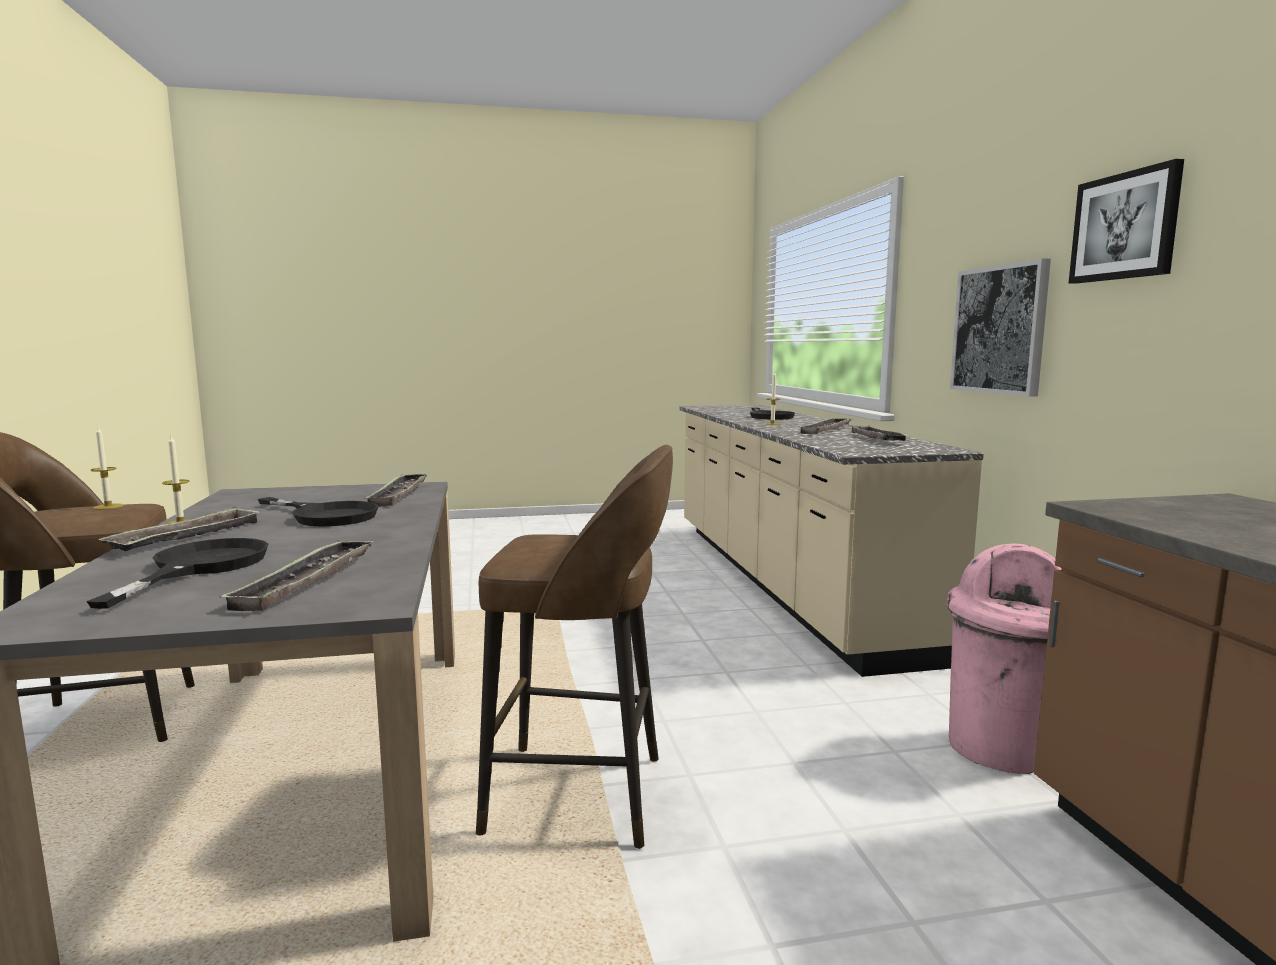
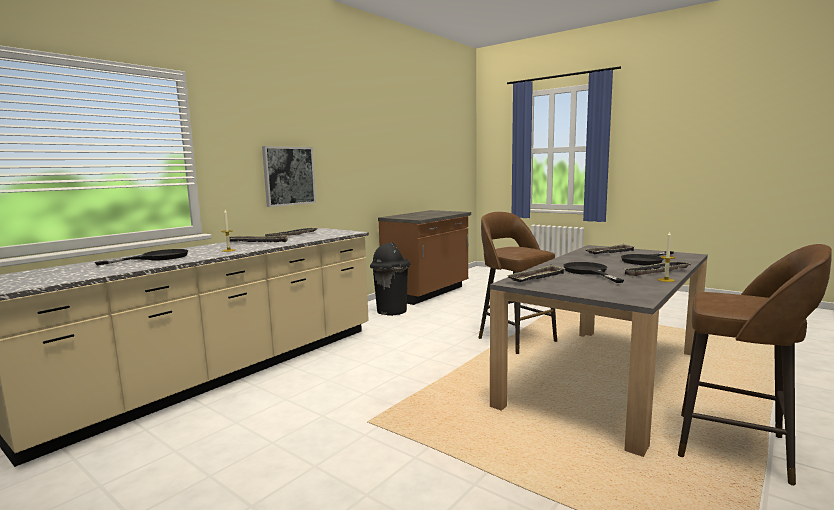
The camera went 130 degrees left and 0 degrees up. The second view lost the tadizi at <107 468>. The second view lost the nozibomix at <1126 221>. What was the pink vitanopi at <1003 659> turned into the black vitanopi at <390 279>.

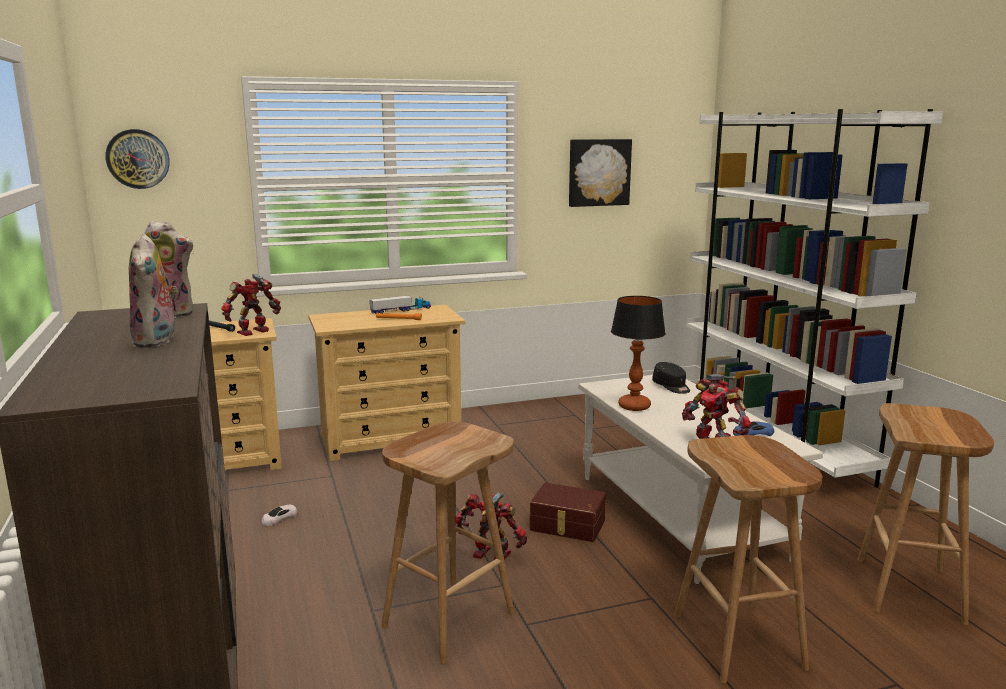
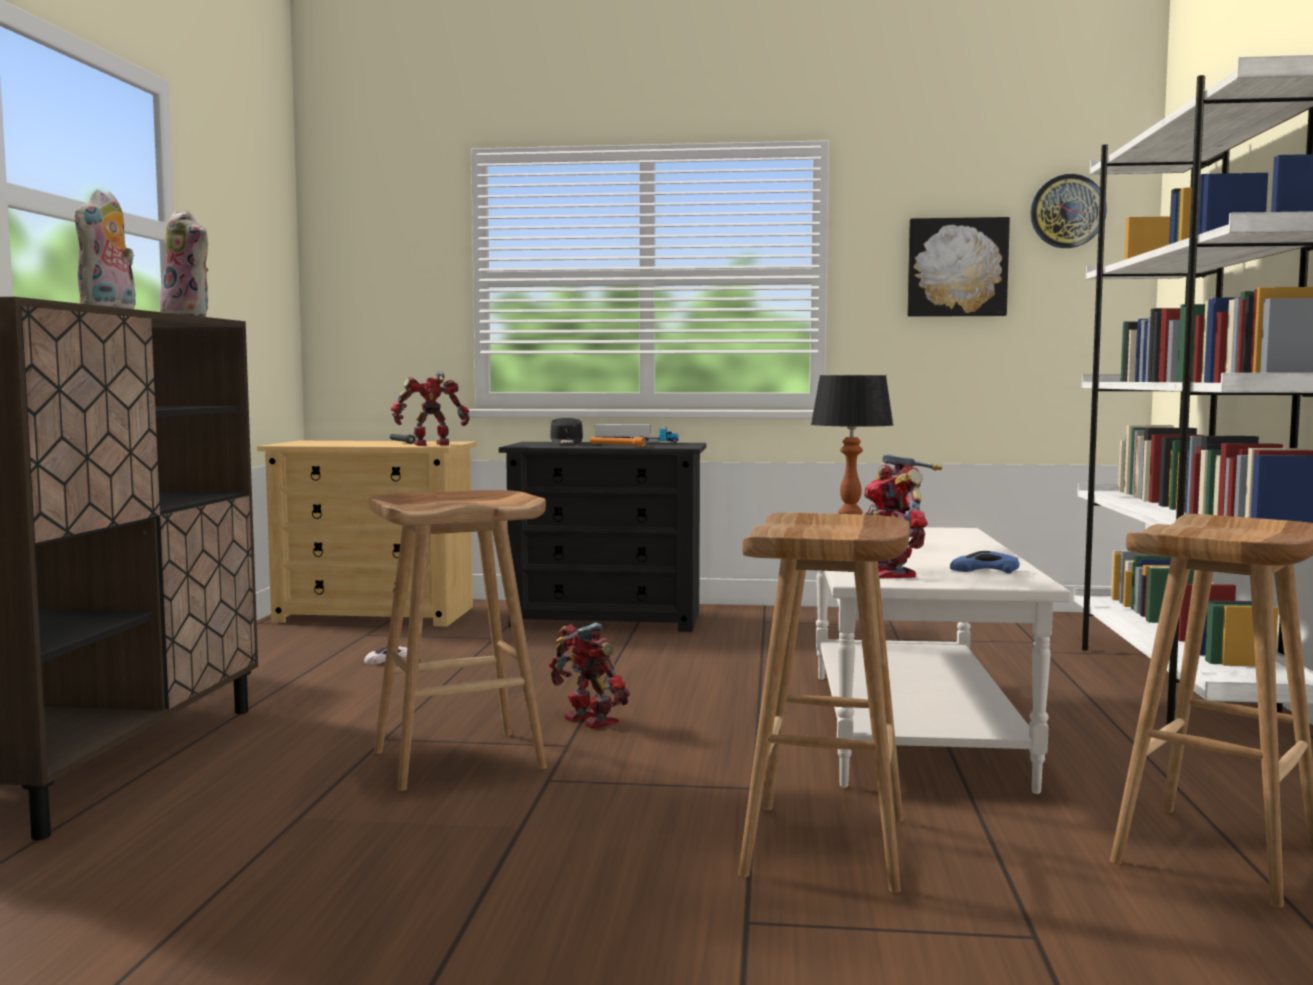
The camera went 25 degrees right and 10 degrees down. The second view lost the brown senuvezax at <568 512>. The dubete ended up elsewhere, having gone from <137 159> to <1068 211>. The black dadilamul ended up elsewhere, having gone from <671 378> to <566 431>. What was the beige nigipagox at <386 383> turned into the black nigipagox at <602 537>.

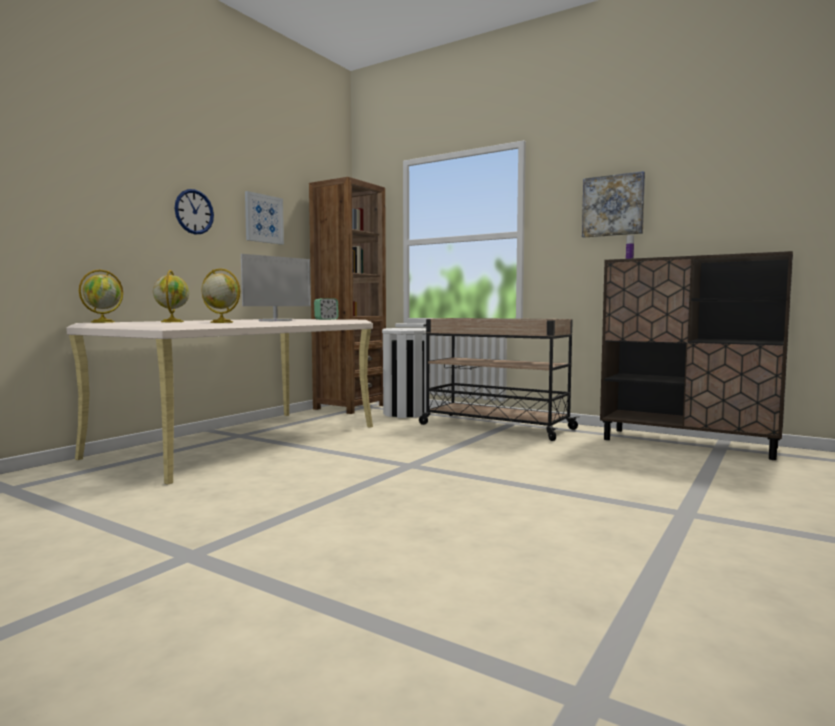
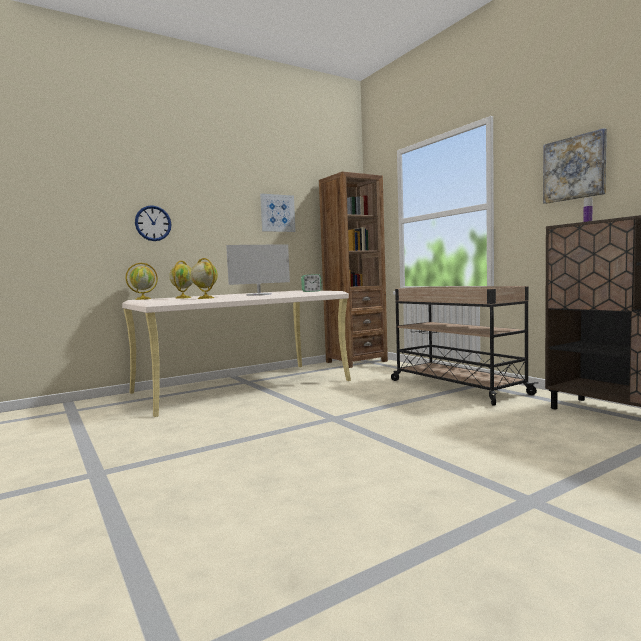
The camera went 25 degrees right and 0 degrees up. The second view lost the white vitanopi at <404 373>. The dubete ended up elsewhere, having gone from <194 211> to <153 223>.

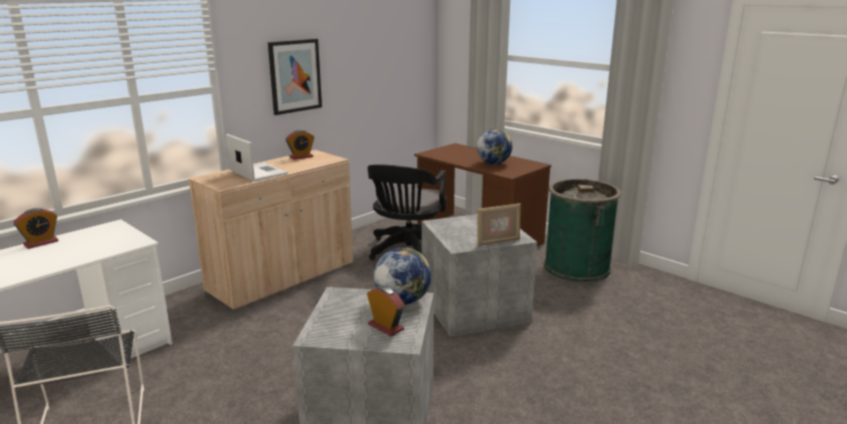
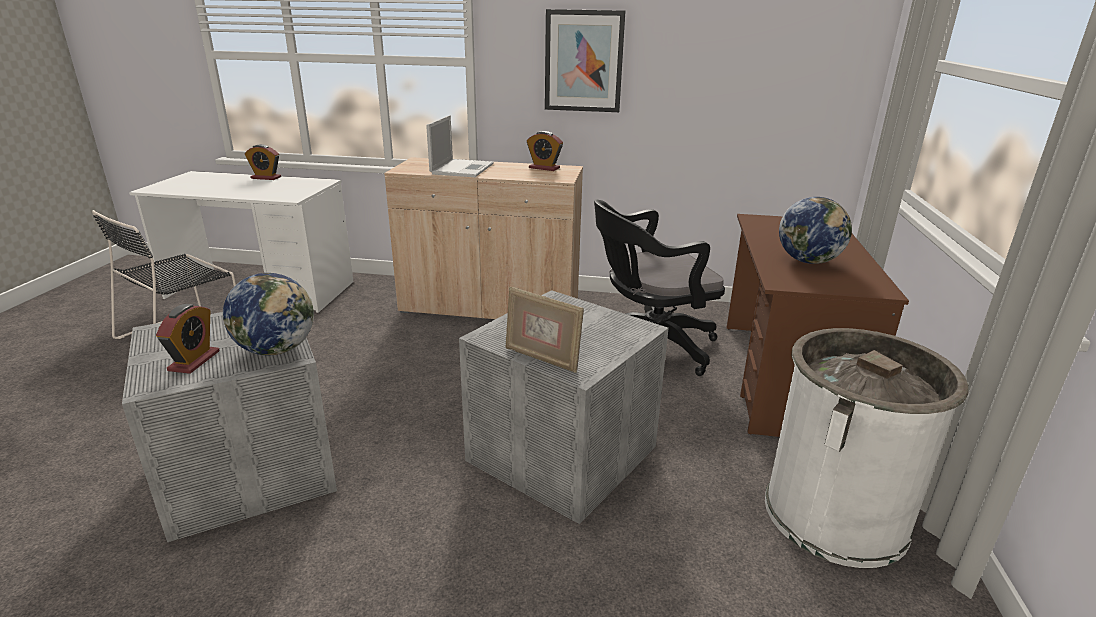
The camera went 55 degrees right and 5 degrees up. What was the green vitanopi at <582 230> turned into the white vitanopi at <867 448>.

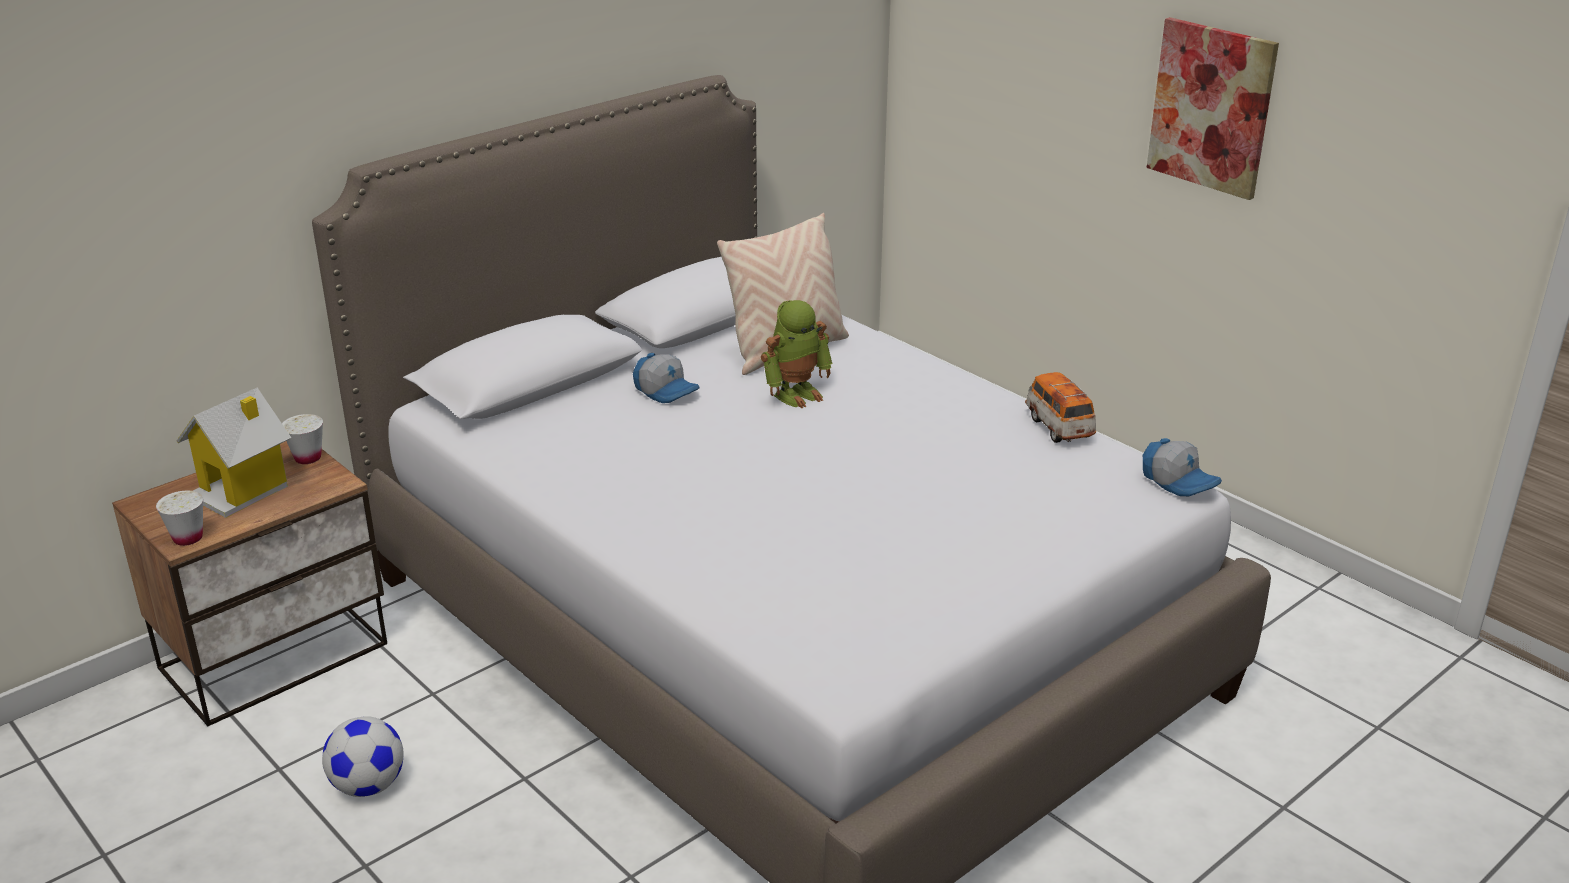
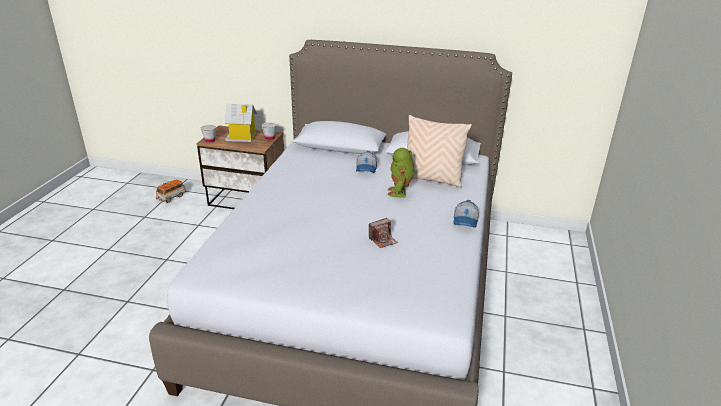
The camera went 55 degrees right and 0 degrees up. The second view lost the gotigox at <362 756>. The second view lost the nozibomix at <1213 108>. The second view gained the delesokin at <383 233>. The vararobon ended up elsewhere, having gone from <1060 407> to <171 191>. The dadilamul ended up elsewhere, having gone from <1182 467> to <466 214>. The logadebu at <796 354> ended up facing another way, 75 degrees clockwise from before.

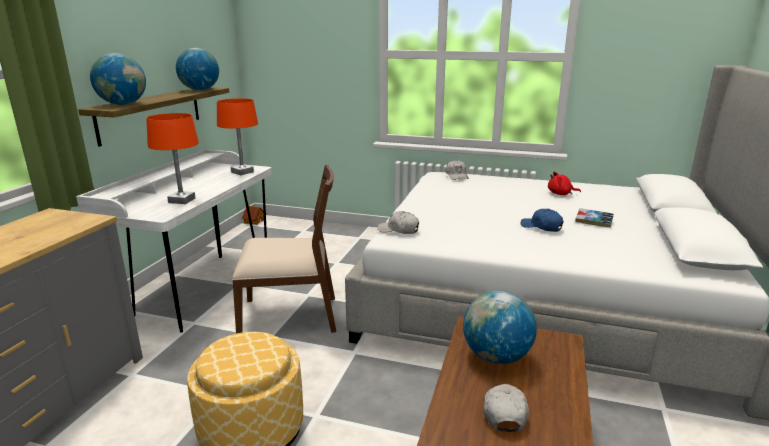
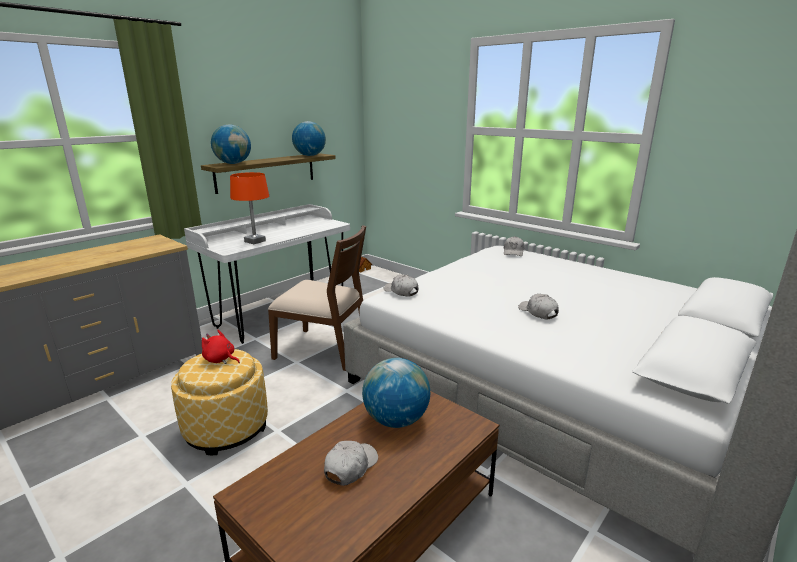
The camera went 25 degrees right and 0 degrees up. The second view lost the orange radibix at <237 136>. The second view lost the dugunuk at <594 218>. The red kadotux ended up elsewhere, having gone from <564 183> to <221 347>. What was the blue dadilamul at <542 220> turned into the white dadilamul at <538 306>.

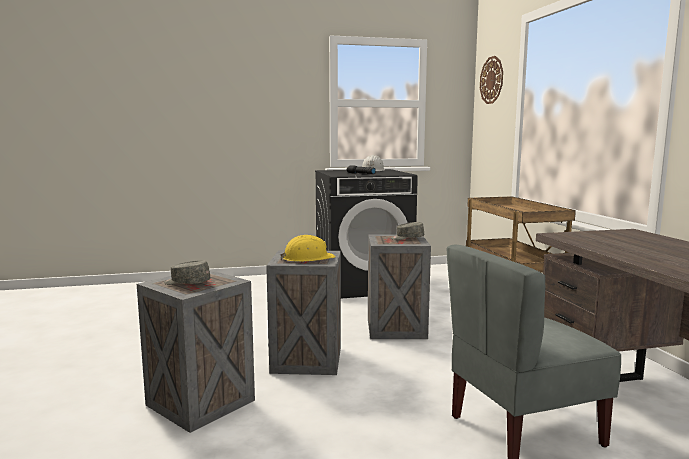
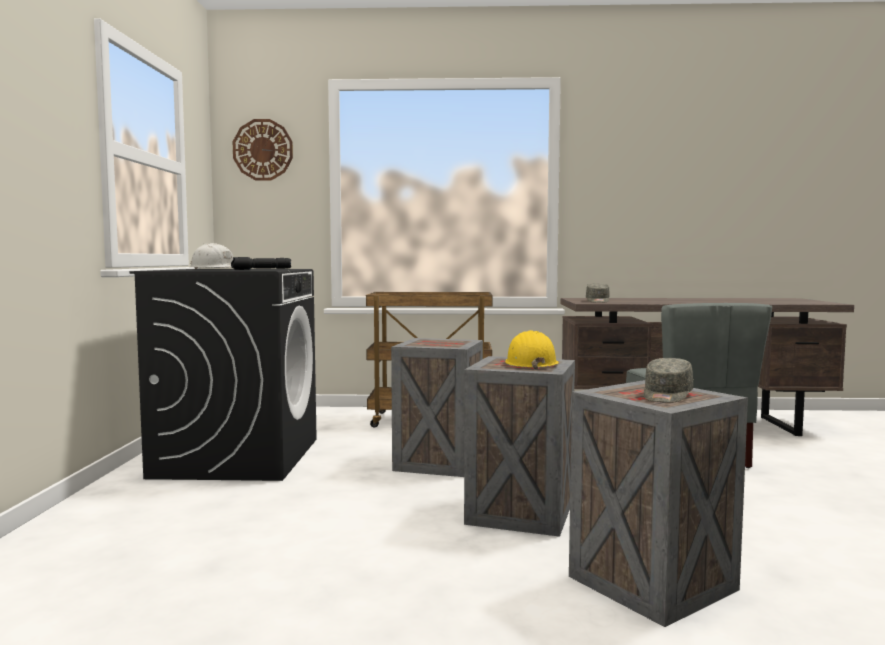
The camera went 75 degrees left and 5 degrees down. The grey dadilamul ended up elsewhere, having gone from <407 231> to <597 292>.

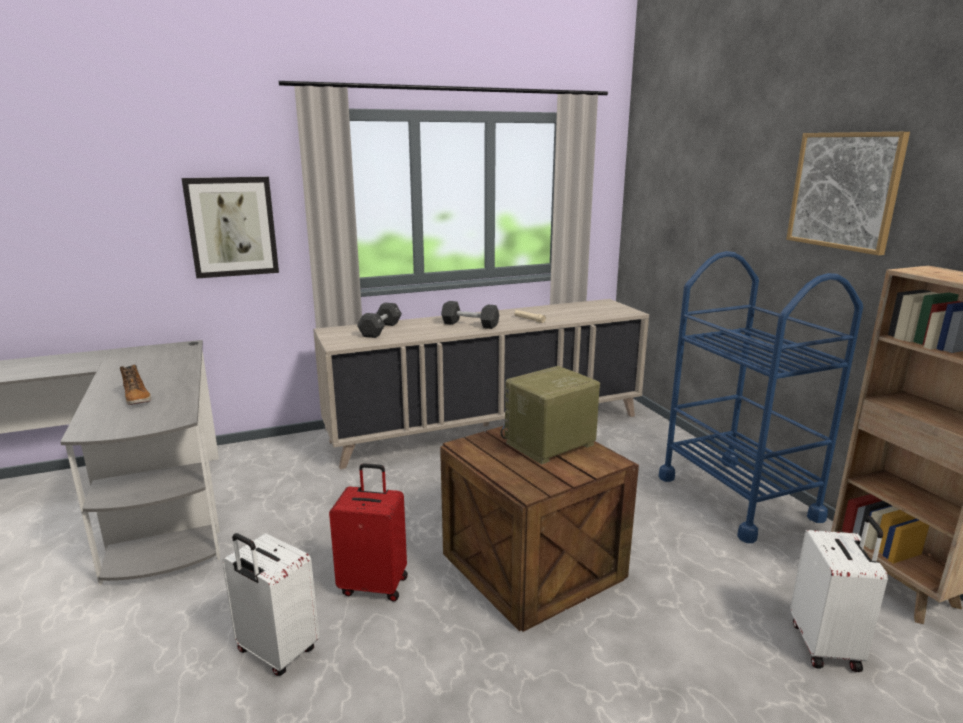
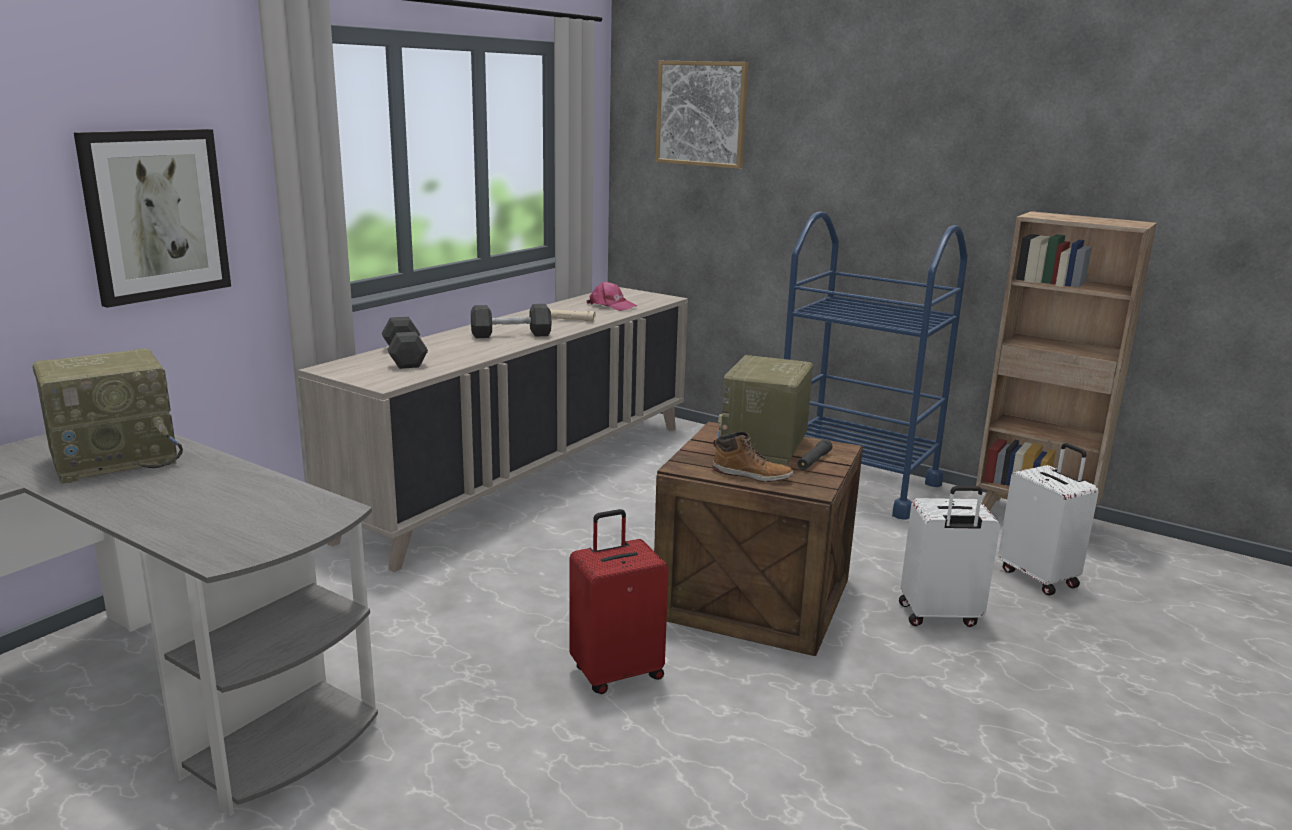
The camera went 35 degrees left and 0 degrees up. The second view gained the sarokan at <107 416>. The second view gained the pink dadilamul at <612 296>. The second view gained the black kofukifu at <814 454>. The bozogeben ended up elsewhere, having gone from <135 385> to <752 457>. The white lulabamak ended up elsewhere, having gone from <270 604> to <949 556>. The nozibomix ended up elsewhere, having gone from <848 193> to <702 115>.

